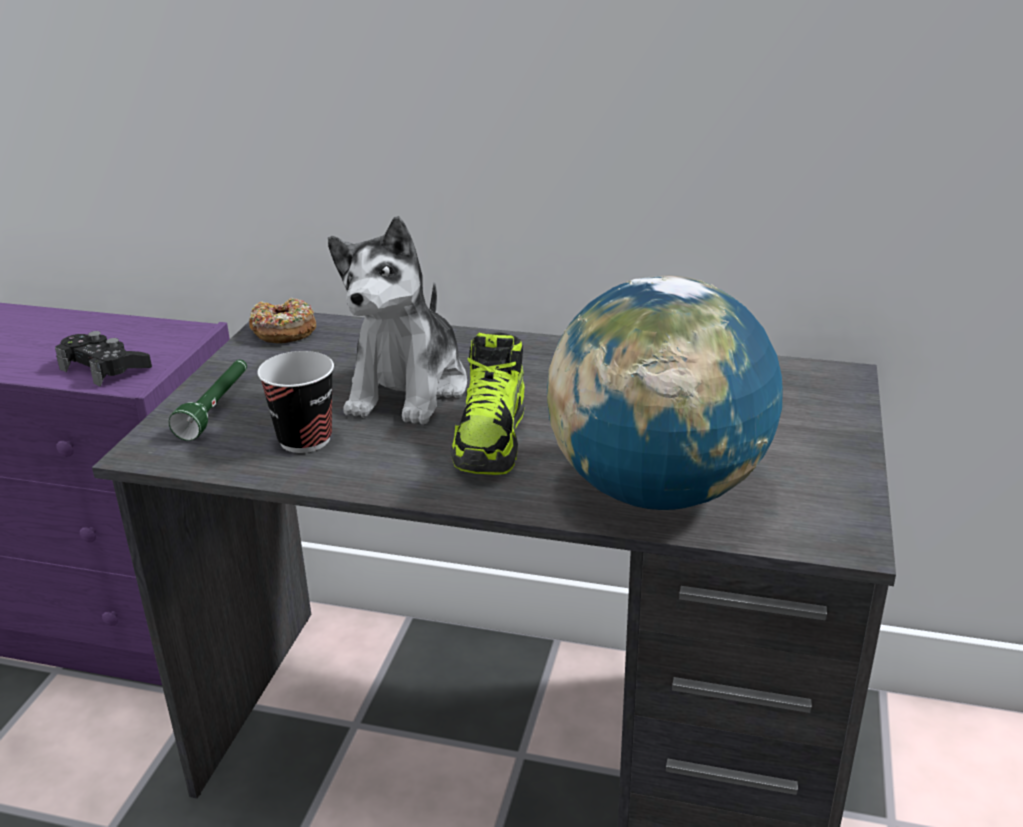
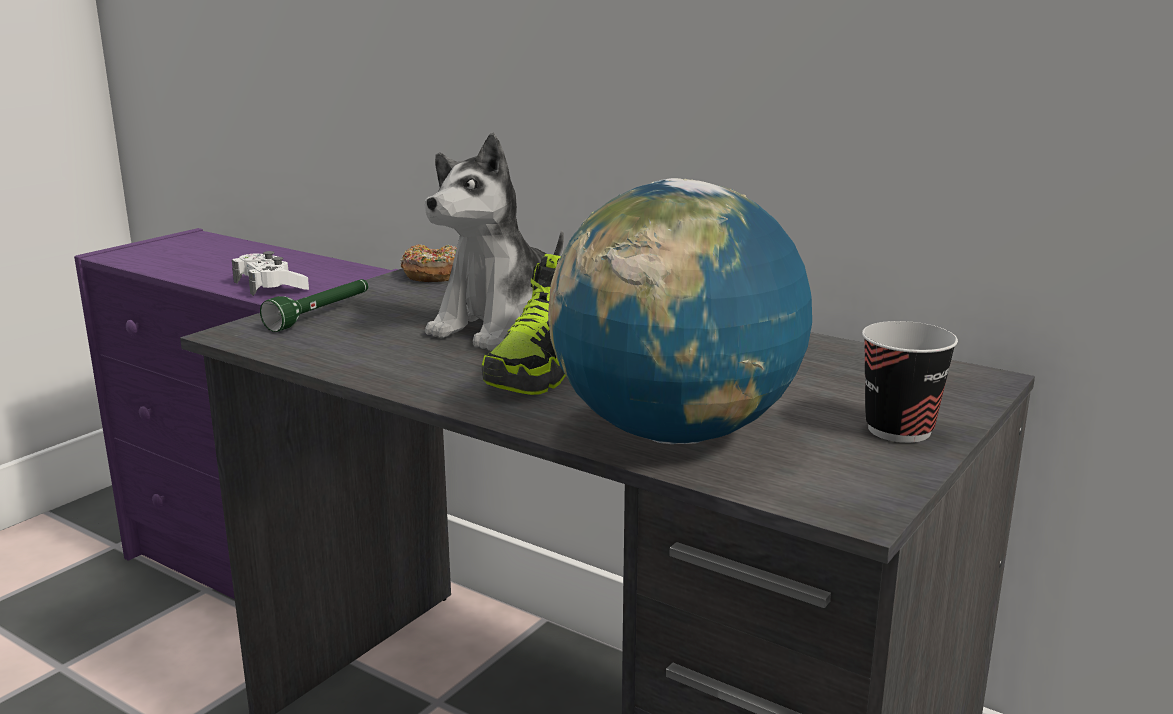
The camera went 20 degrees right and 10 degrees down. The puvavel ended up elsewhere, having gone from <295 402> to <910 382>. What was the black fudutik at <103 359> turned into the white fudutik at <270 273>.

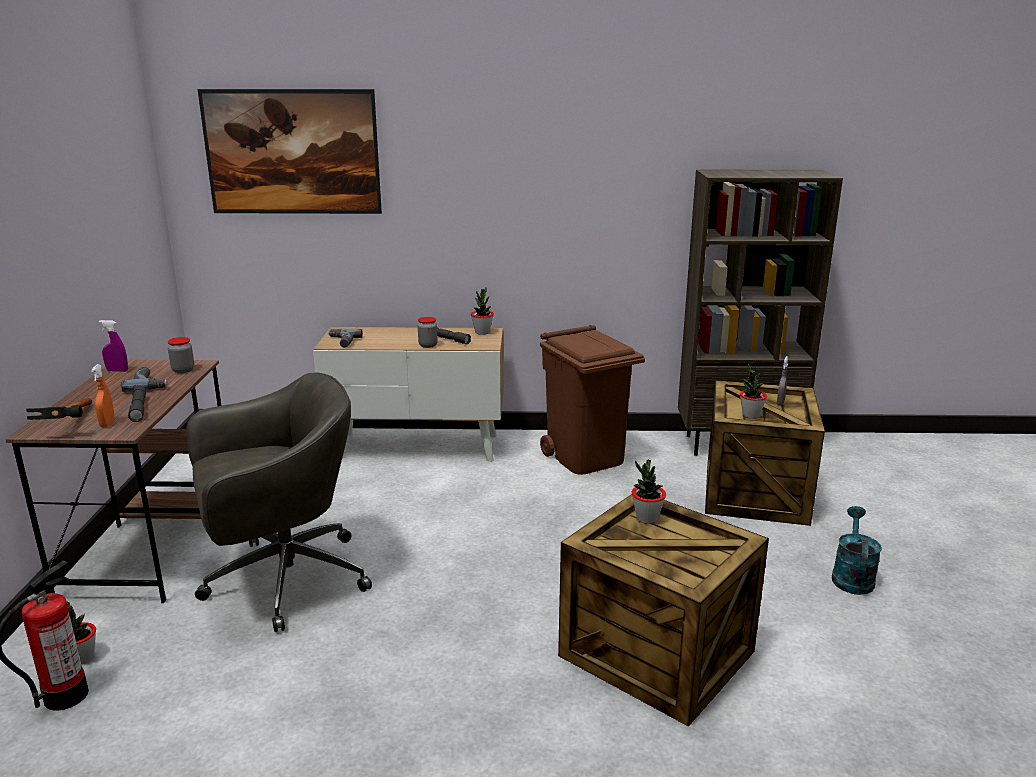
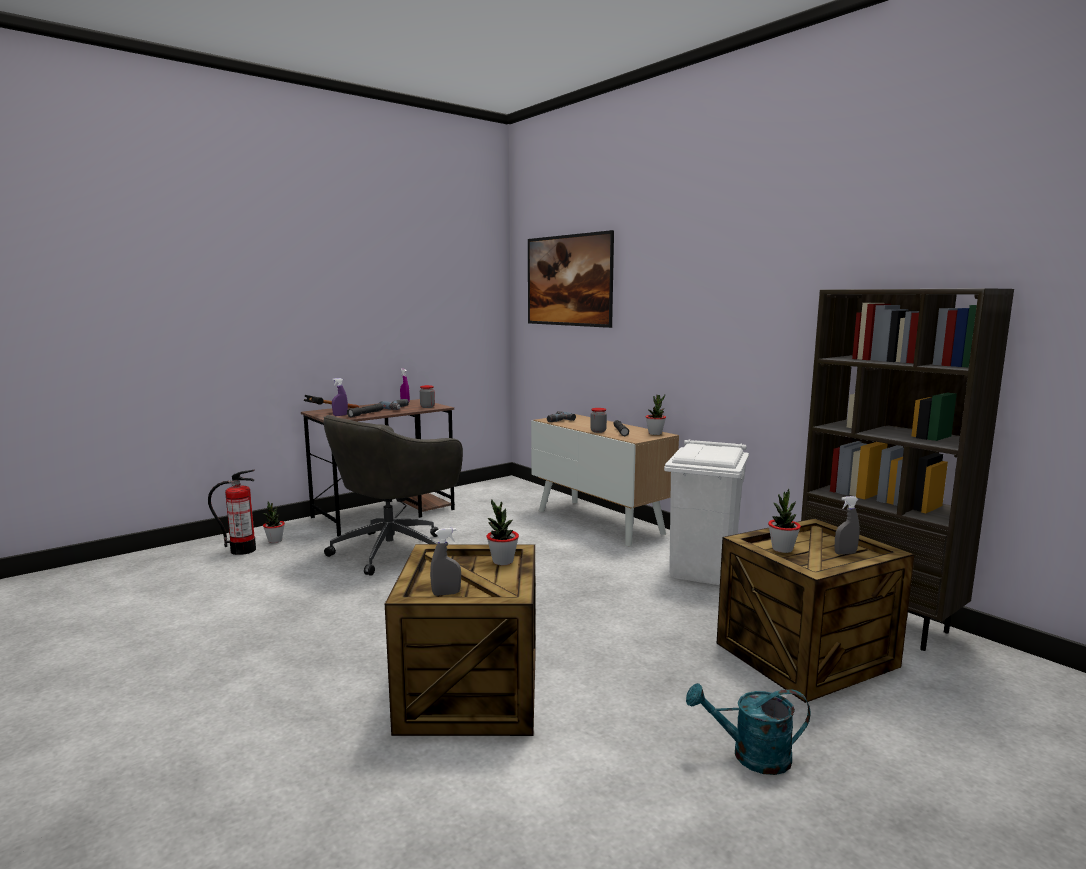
The camera went 50 degrees right and 10 degrees down. The second view gained the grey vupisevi at <445 562>. What was the orange vupisevi at <103 395> turned into the purple vupisevi at <340 397>. What was the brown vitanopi at <592 400> turned into the white vitanopi at <706 512>. The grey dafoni at <279 502> ended up facing another way, 105 degrees clockwise from before. The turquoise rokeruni at <857 550> ended up facing another way, 150 degrees counterclockwise from before.

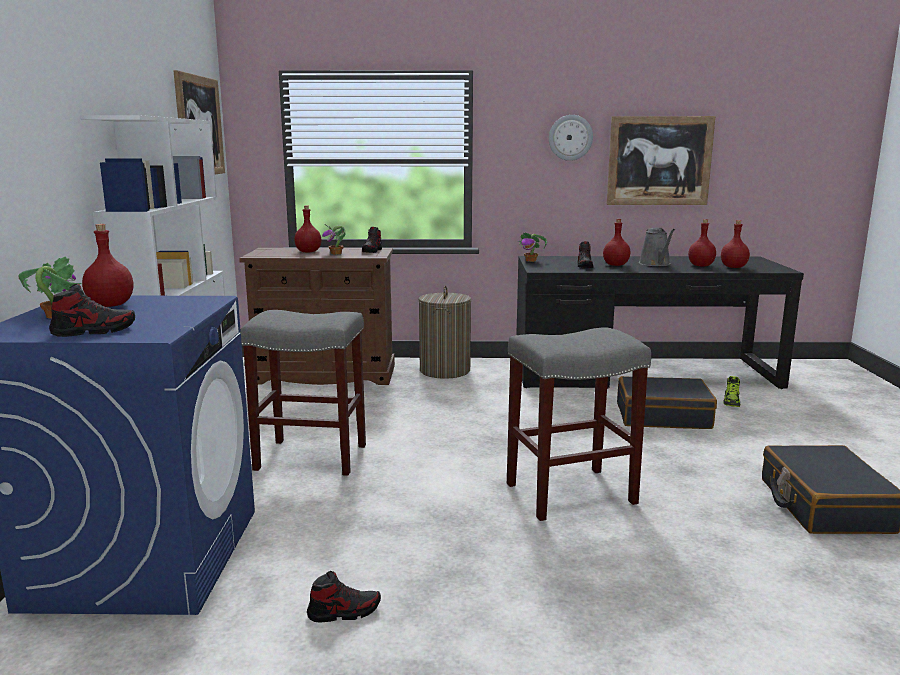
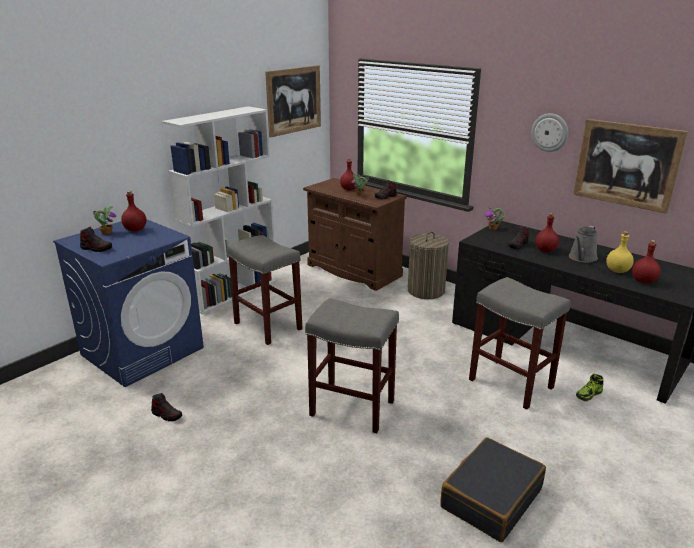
The camera went 40 degrees right and 10 degrees up. Where the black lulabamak stood at <667 402>, the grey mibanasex came to stand at <520 343>. What was the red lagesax at <702 242> turned into the yellow lagesax at <620 252>.

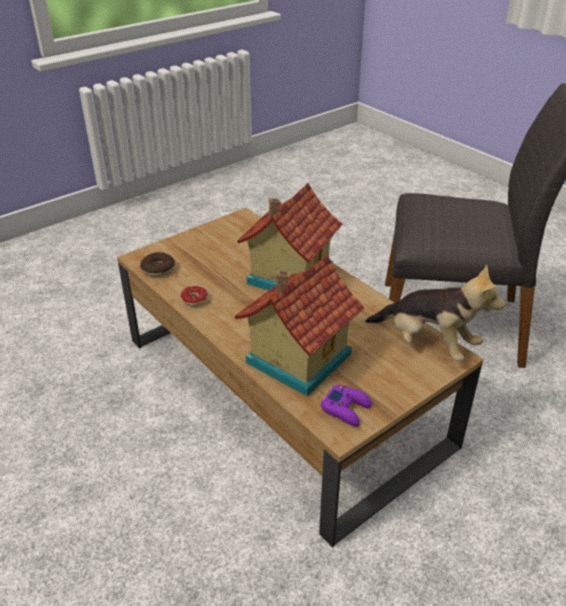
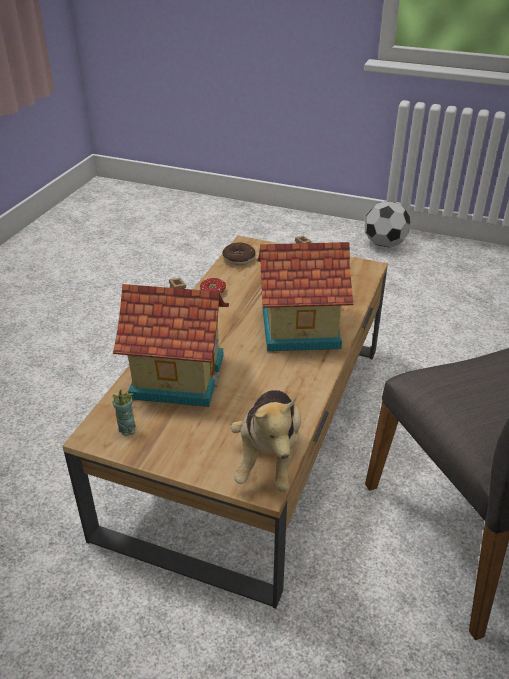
The camera went 60 degrees right and 0 degrees up. The second view gained the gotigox at <387 224>. Where the purple fudutik stood at <346 406>, the puvavel came to stand at <124 413>.

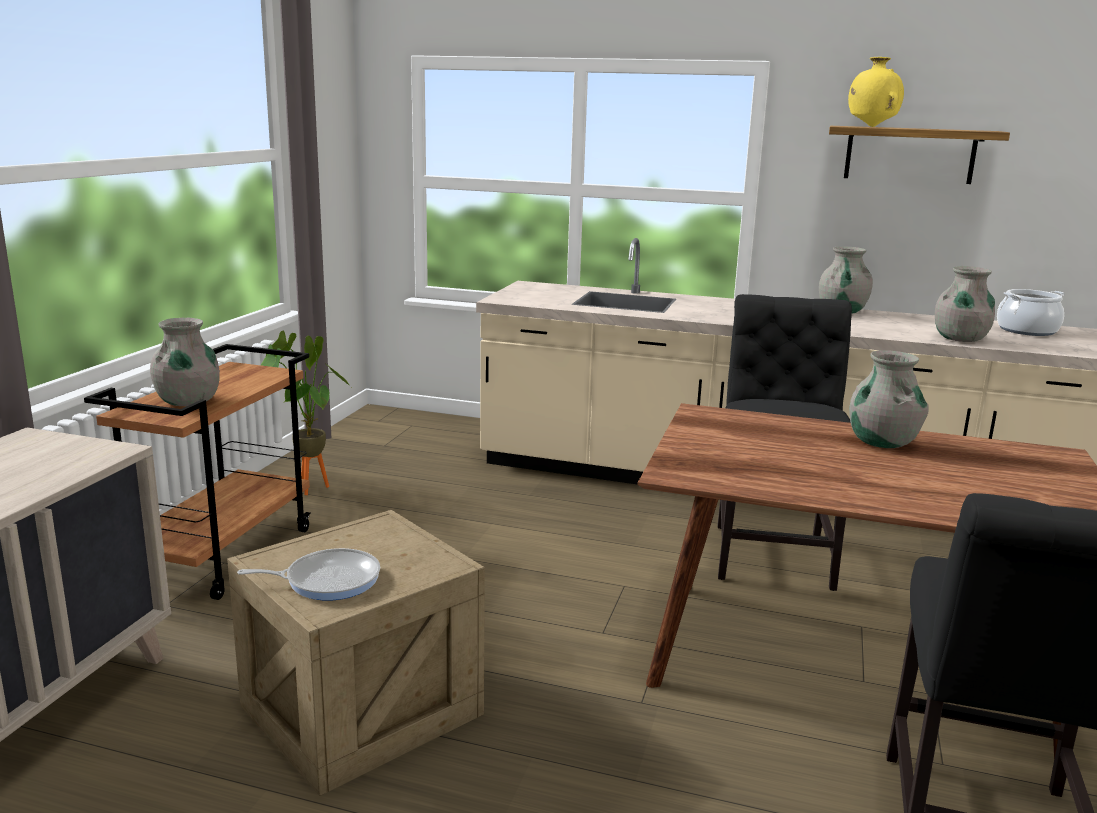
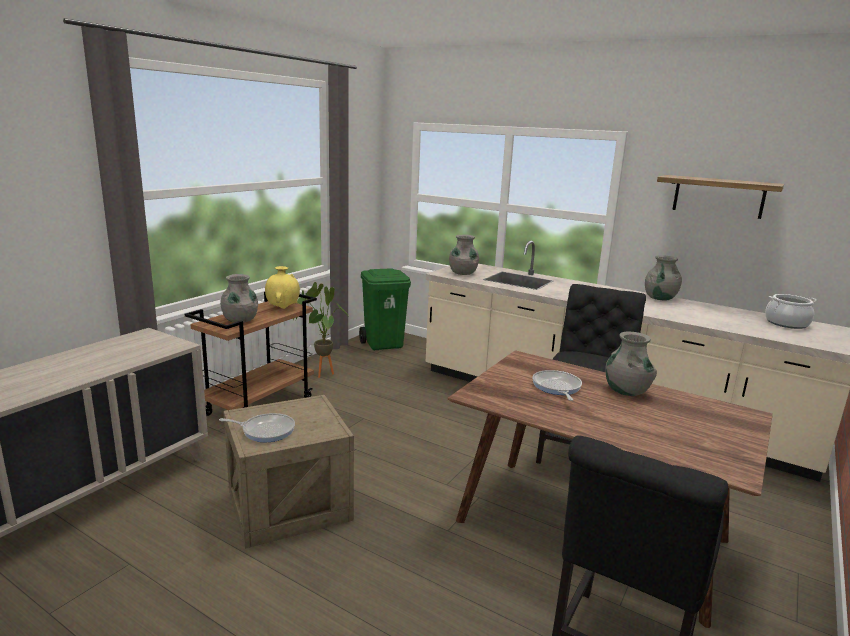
The camera went 15 degrees right and 0 degrees up. The second view gained the green vitanopi at <385 309>. The second view gained the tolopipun at <557 385>. The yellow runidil ended up elsewhere, having gone from <876 92> to <282 287>. The grey runidil ended up elsewhere, having gone from <965 304> to <464 254>.

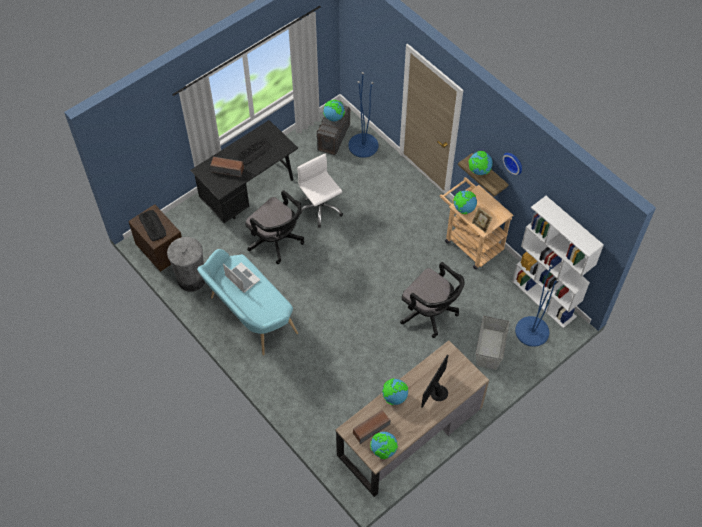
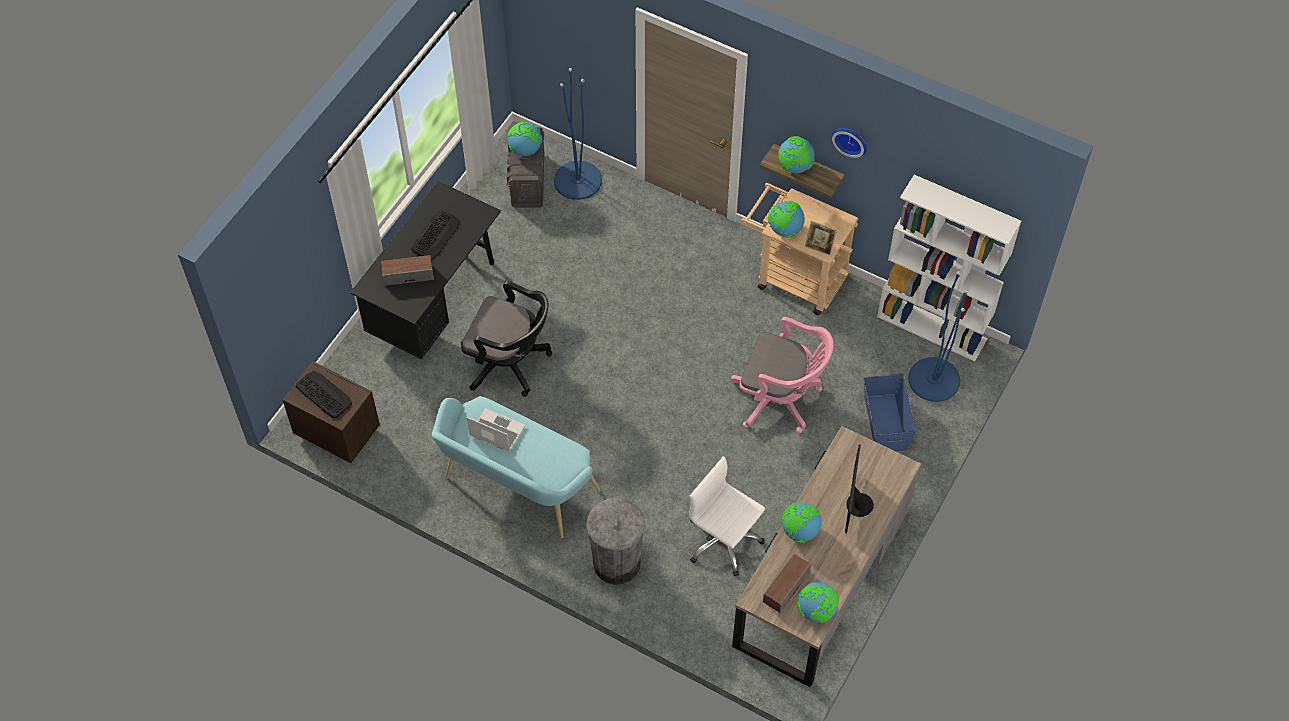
The camera went 20 degrees left and 0 degrees up. The grey vitanopi ended up elsewhere, having gone from <186 264> to <615 541>. The white dafoni ended up elsewhere, having gone from <320 190> to <727 516>. What was the black dafoni at <432 300> turned into the pink dafoni at <781 375>. What was the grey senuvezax at <493 343> turned into the blue senuvezax at <889 412>.

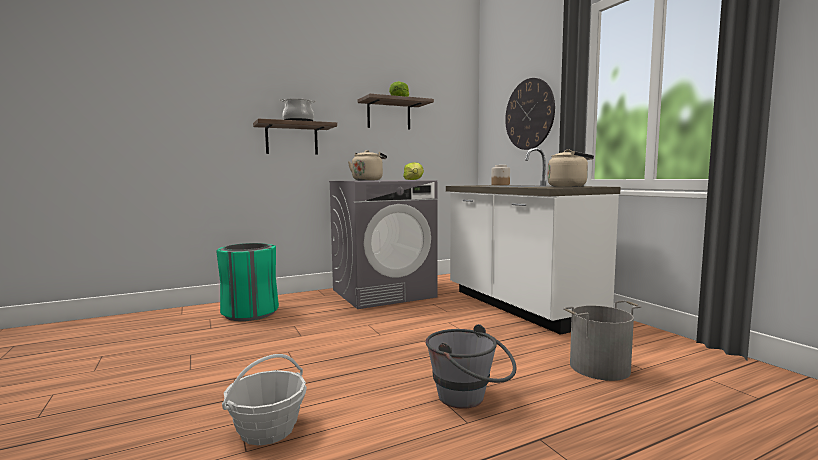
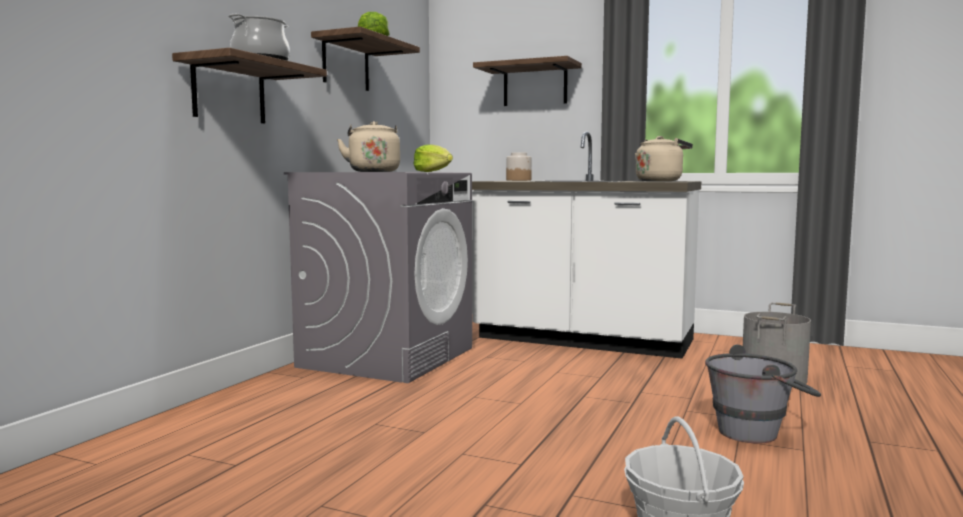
The camera went 40 degrees left and 0 degrees up. The second view lost the green vitanopi at <247 282>. Where the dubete hung at <530 114>, the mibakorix came to hang at <527 81>.

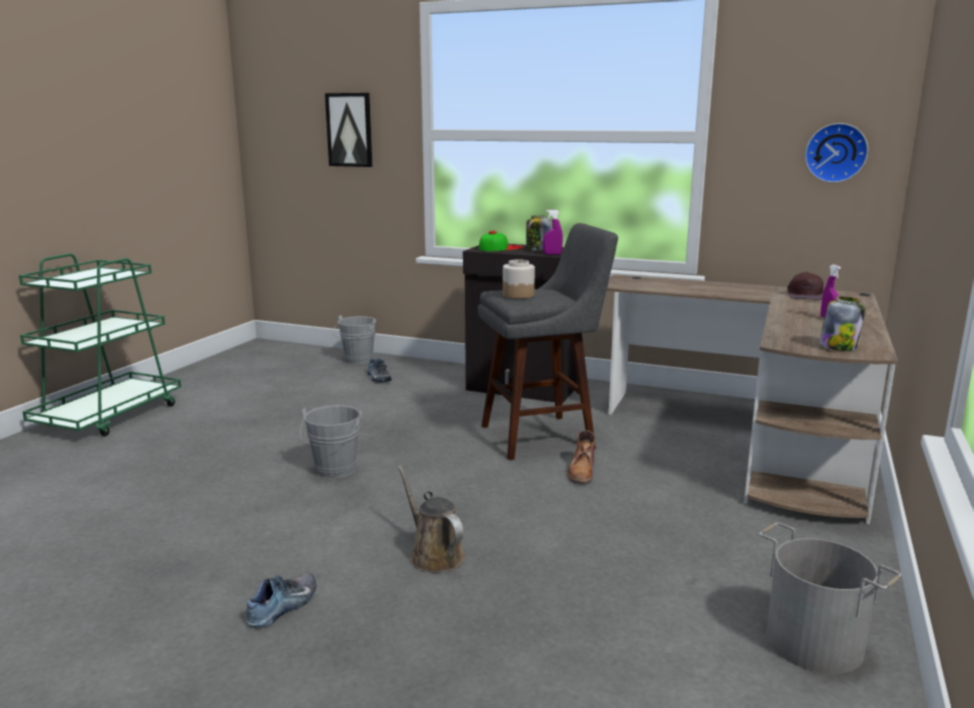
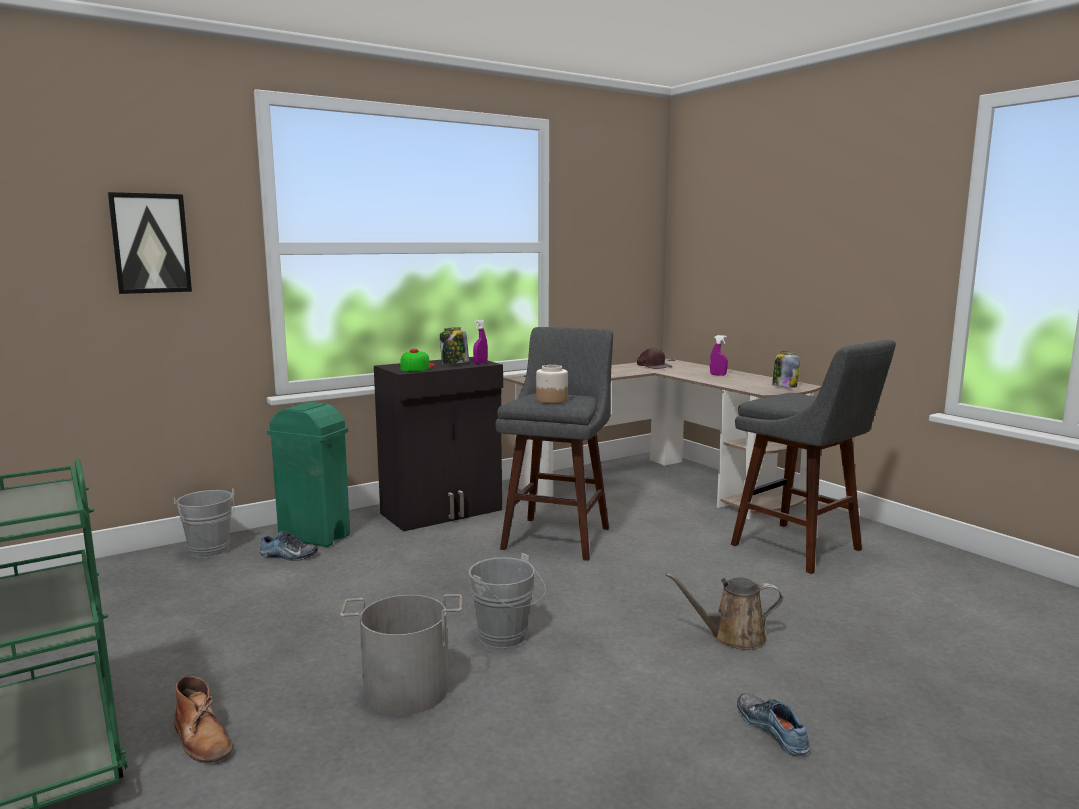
The camera went 55 degrees left and 5 degrees down. The second view lost the dubete at <836 153>. The second view gained the green vitanopi at <308 474>. The second view gained the grey mibanasex at <813 457>. The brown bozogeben ended up elsewhere, having gone from <581 457> to <203 719>. The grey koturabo ended up elsewhere, having gone from <830 598> to <401 655>.

